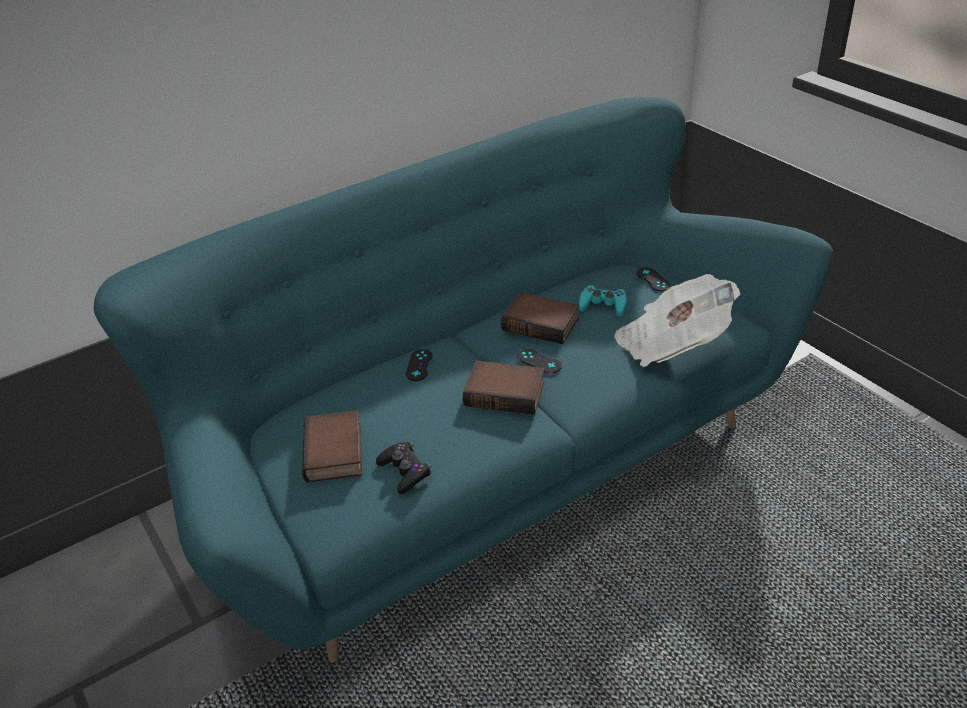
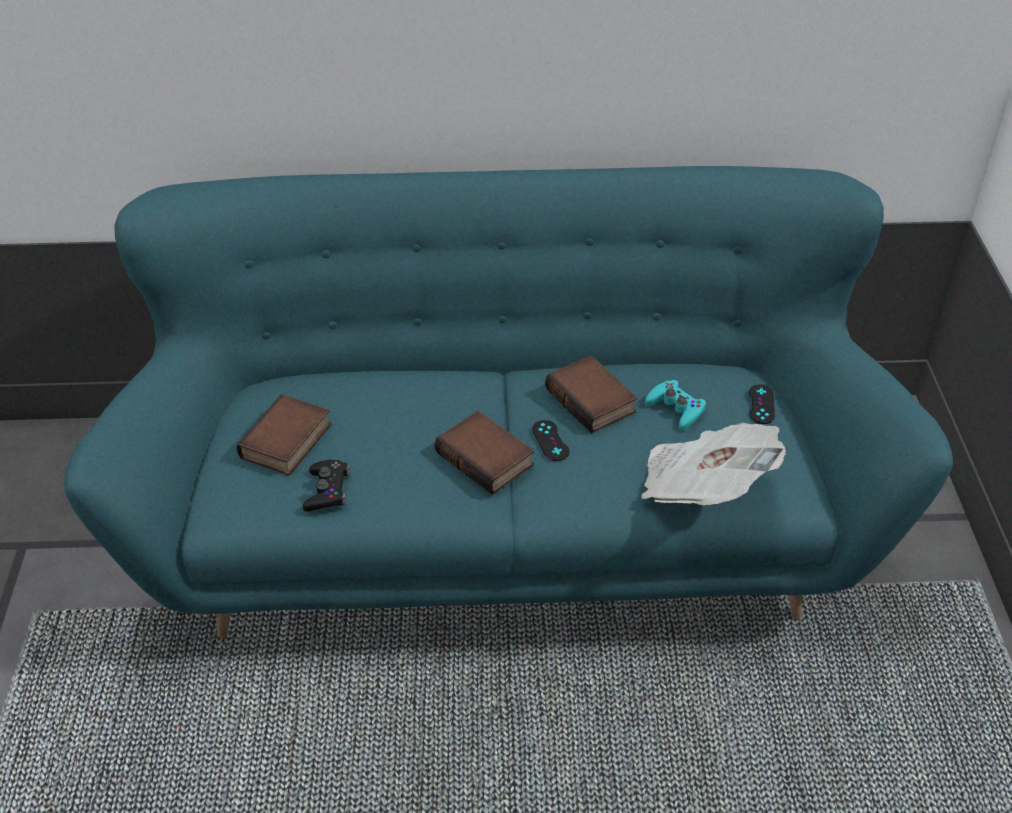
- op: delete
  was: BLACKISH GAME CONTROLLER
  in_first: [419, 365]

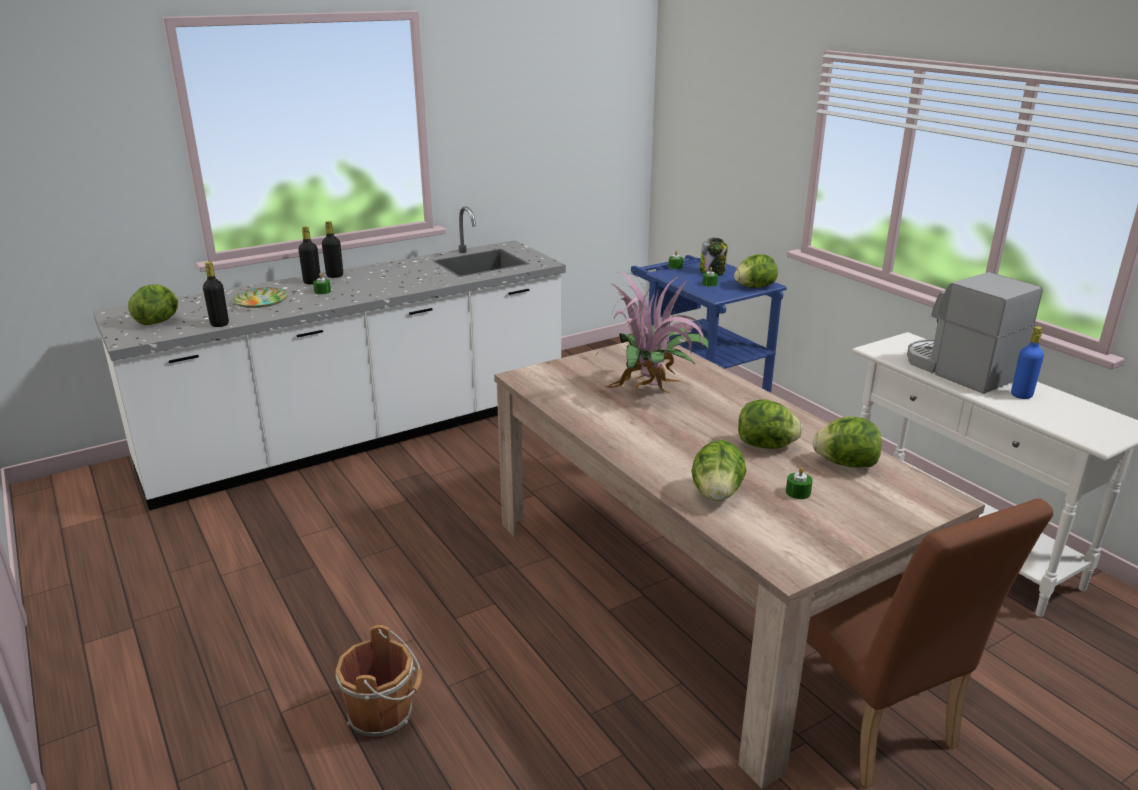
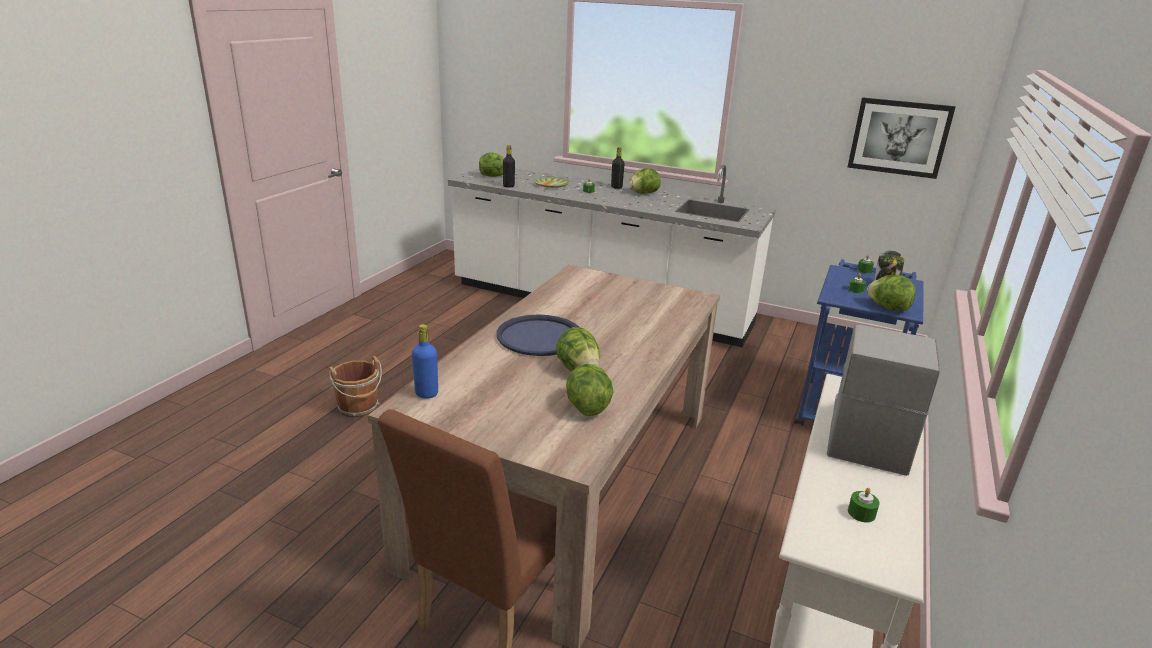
- op: move
  was: BLUISH BOTTLE
  in_first: [1021, 395]
  in_second: [426, 394]
- op: insert
  now: BLUISH TRAY
  in_second: [539, 336]
- op: move
  was: LETTUCE
  in_first: [717, 494]
  in_second: [643, 193]
- op: insert
  now: WALL ART
  in_second: [899, 137]
- op: move
  was: GREEN WAX CANDLE
  in_first: [798, 492]
  in_second: [861, 513]
- op: delete
  was: BLACKISH BOTTLE
  in_first: [312, 282]
- op: delete
  was: HOUSEPLANT
  in_first: [651, 393]

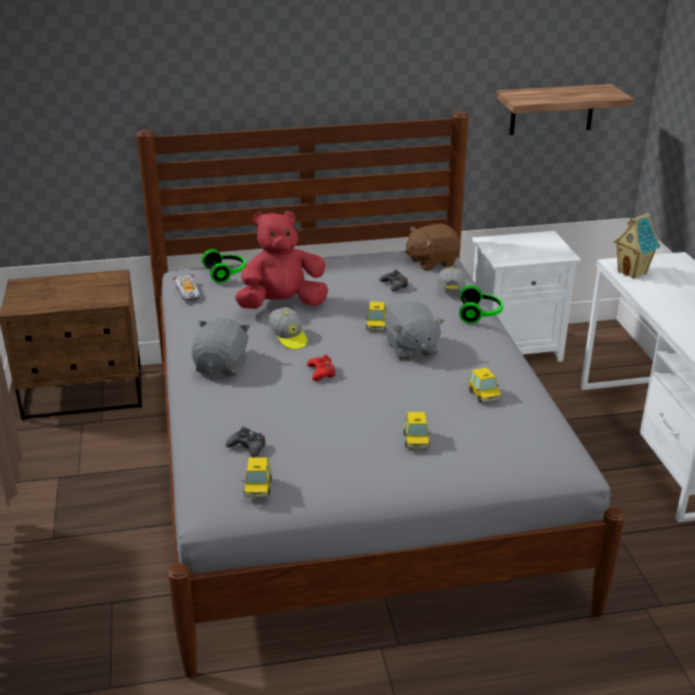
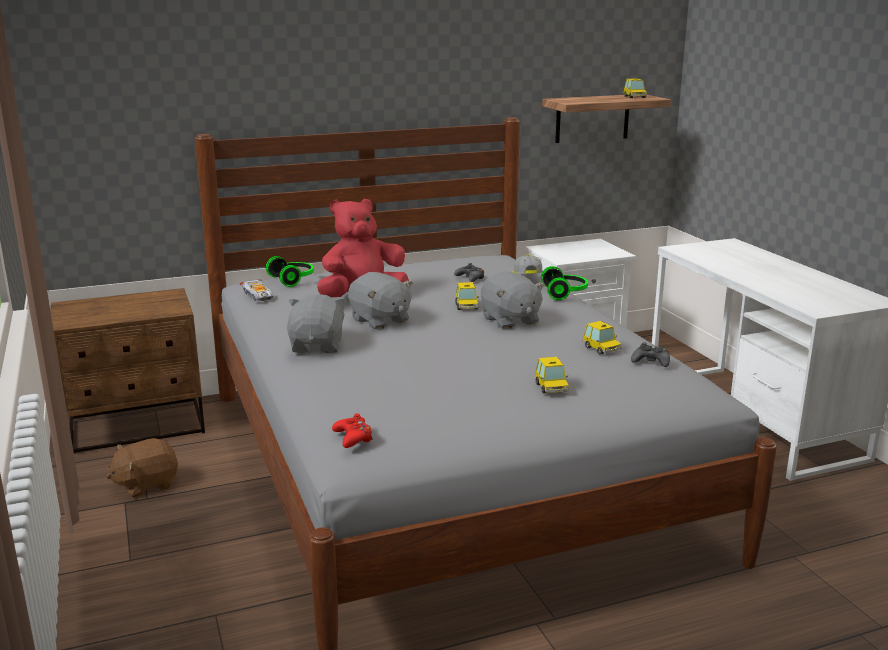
- op: move
  was: BROWN CUDDLY TOY
  in_first: [431, 262]
  in_second: [146, 484]
- op: move
  was: REDDISH GAME CONTROLLER
  in_first: [321, 373]
  in_second: [353, 438]
- op: replace
  was: BASEBALL CAP
  now: GREYISH CUDDLY TOY
  in_first: [288, 337]
  in_second: [380, 320]
- op: move
  was: TOY CAR
  in_first: [258, 488]
  in_second: [634, 97]
- op: move
  was: BLACKISH GAME CONTROLLER
  in_first: [247, 447]
  in_second: [651, 361]
- op: delete
  was: MODEL HOUSE
  in_first: [633, 272]

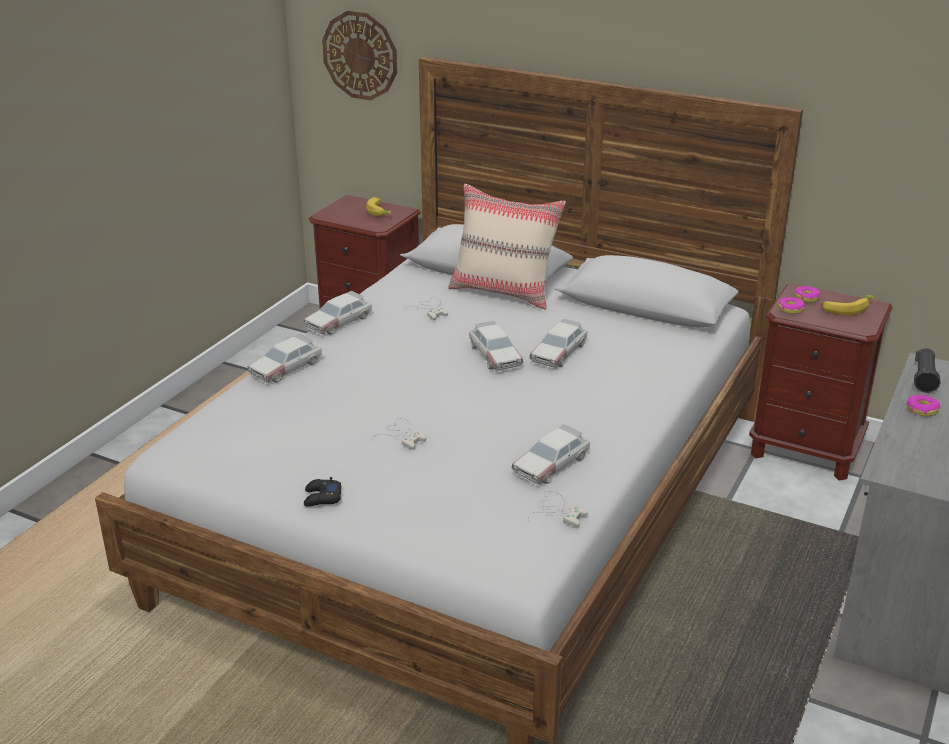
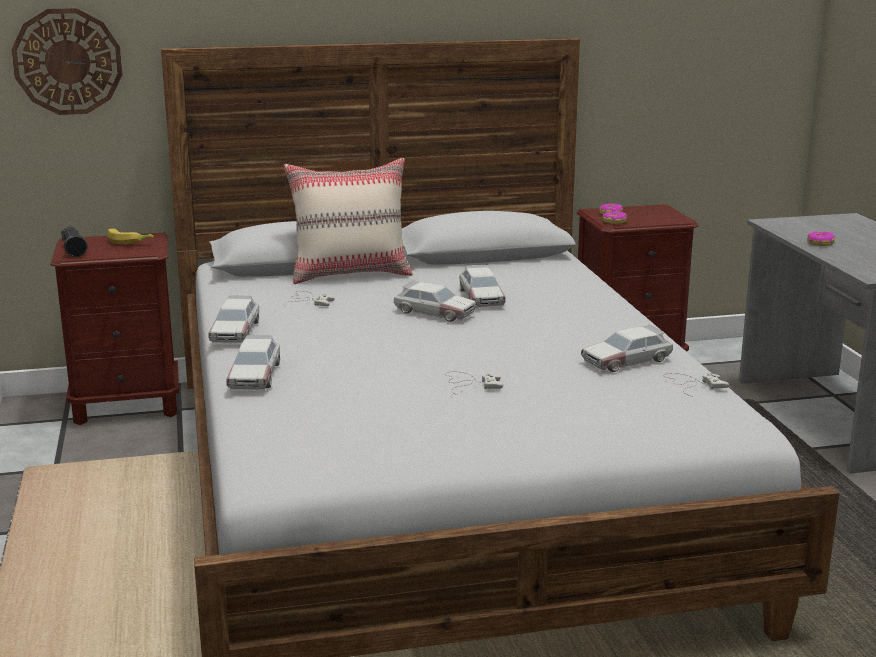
- op: move
  was: BLACKISH HAND TORCH
  in_first: [924, 379]
  in_second: [74, 250]
- op: rotate
  was: TOY CAR
  in_first: [551, 464]
  in_second: [627, 360]
  clockwise: 60
- op: delete
  was: BLACKISH GAME CONTROLLER
  in_first: [322, 498]
- op: delete
  was: WHOLE BANANA
  in_first: [846, 309]

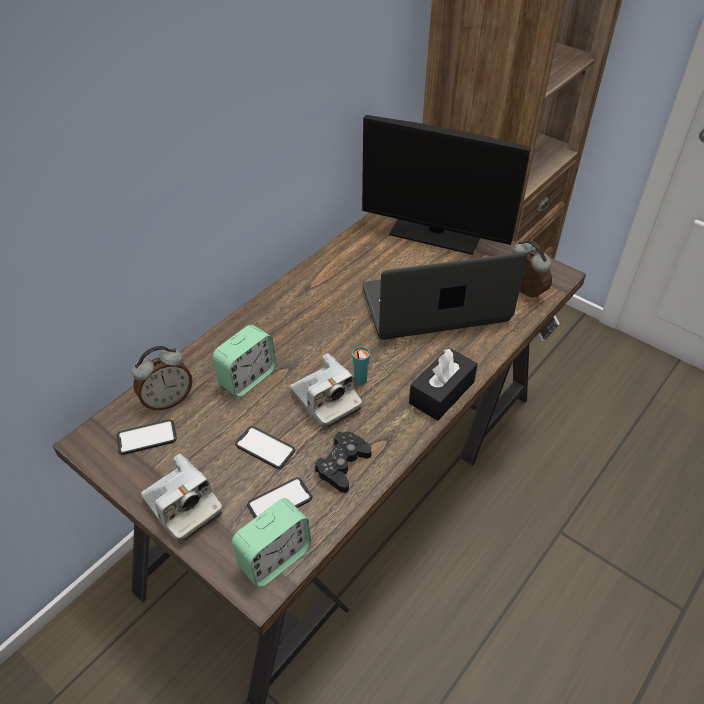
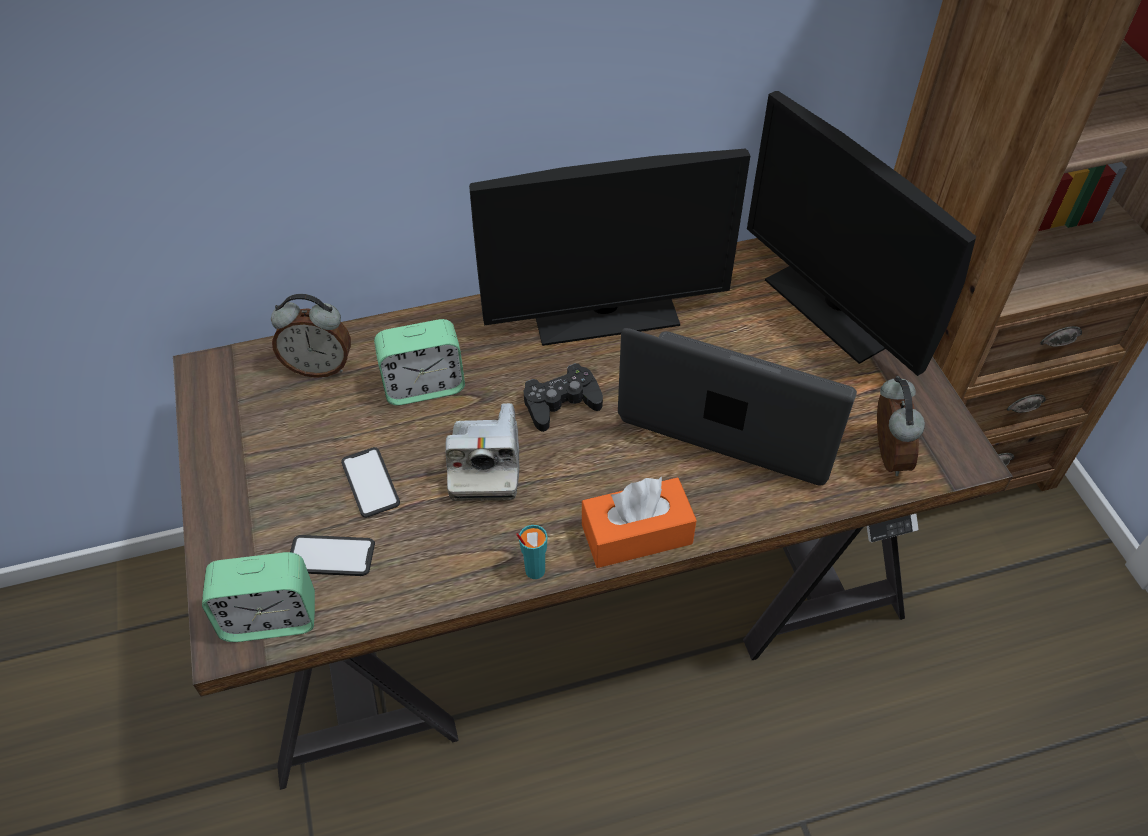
- op: insert
  now: MONITOR
  in_second: [605, 313]
- op: move
  was: TURQUOISE DRINKING CUP
  in_first: [360, 380]
  in_second: [534, 570]
- op: move
  was: BLACKISH GAME CONTROLLER
  in_first: [342, 465]
  in_second: [561, 403]
- op: recolor
  was: BLACKISH TISSUE HOLDER
  now: ORANGEY TISSUE HOLDER
  in_first: [441, 392]
  in_second: [636, 534]
- op: delete
  was: PHONE
  in_first: [147, 437]
- op: delete
  was: PHOTO CAMERA
  in_first: [182, 507]

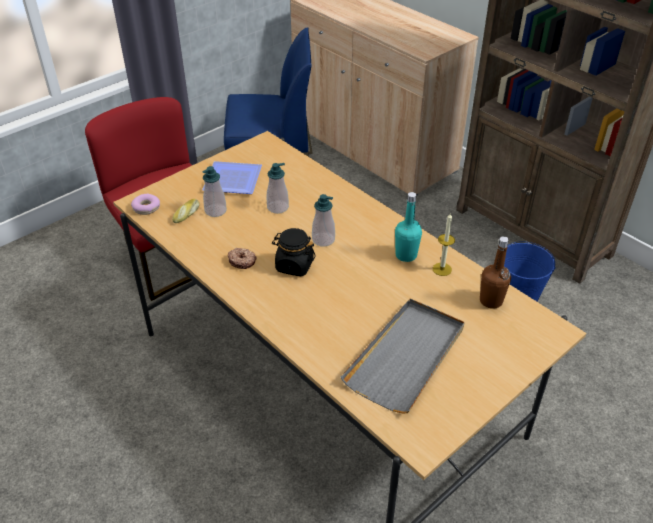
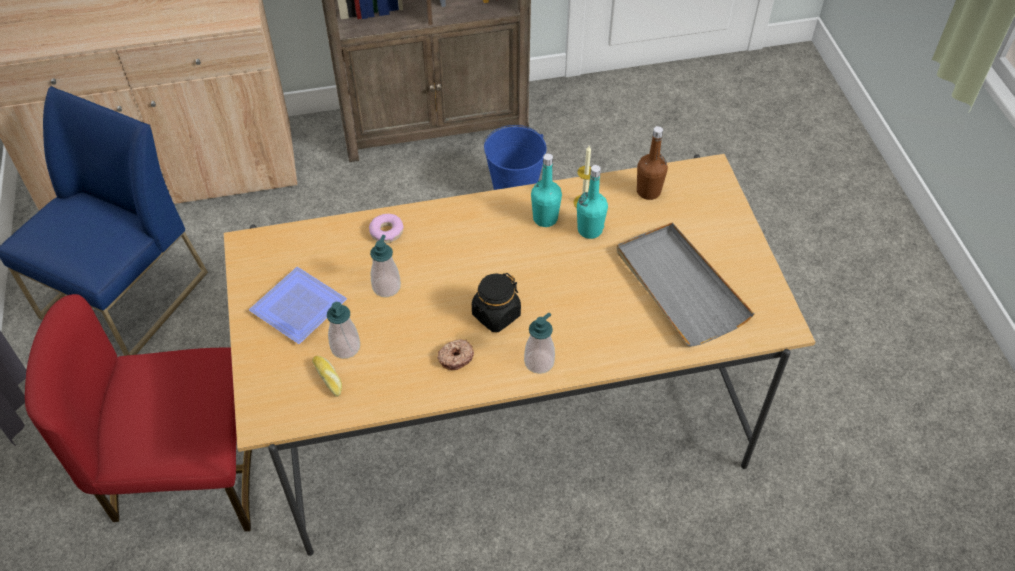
- op: move
  was: DONUT
  in_first: [146, 208]
  in_second: [387, 232]
- op: move
  was: SOAP DISPENSER
  in_first: [323, 240]
  in_second: [539, 362]
- op: insert
  now: TURQUOISE BOTTLE
  in_second: [590, 230]

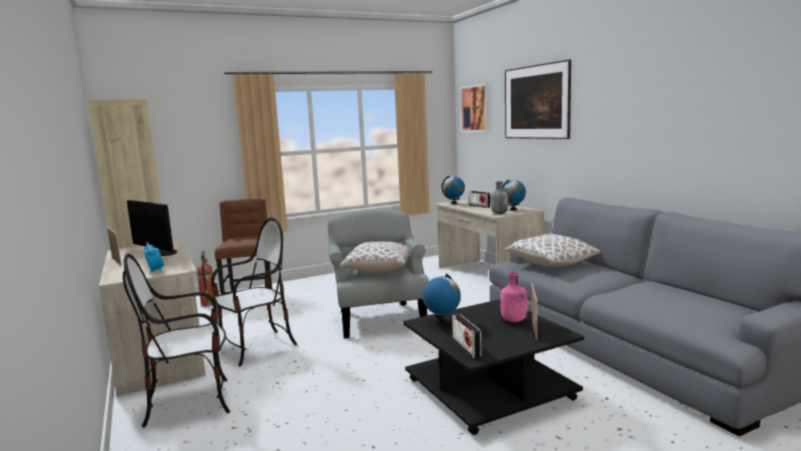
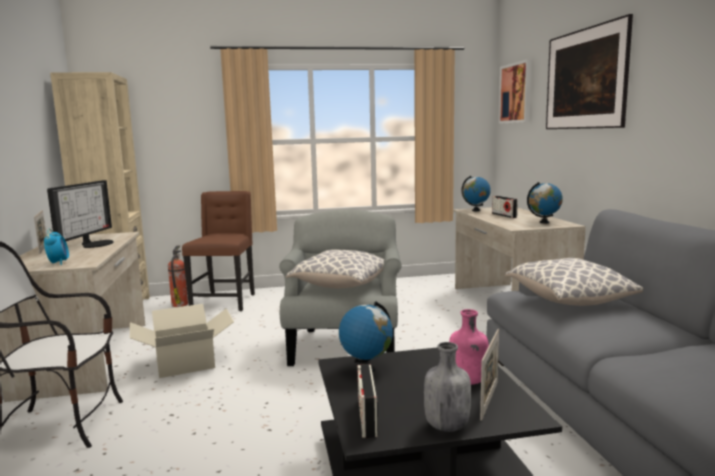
- op: rotate
  was: MONITOR
  in_first: [160, 253]
  in_second: [95, 244]
  clockwise: 45
- op: replace
  was: UPRIGHT CHAIR
  now: CARTON
  in_first: [257, 347]
  in_second: [185, 364]
- op: move
  was: GREYISH BOTTLE
  in_first: [499, 213]
  in_second: [446, 425]

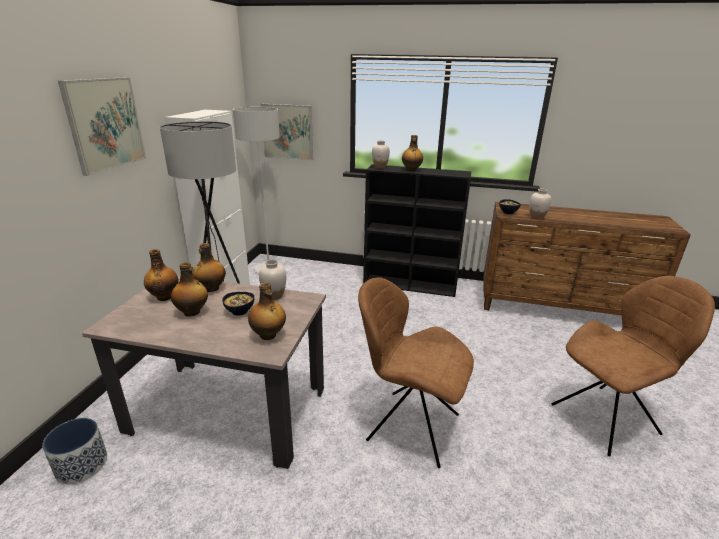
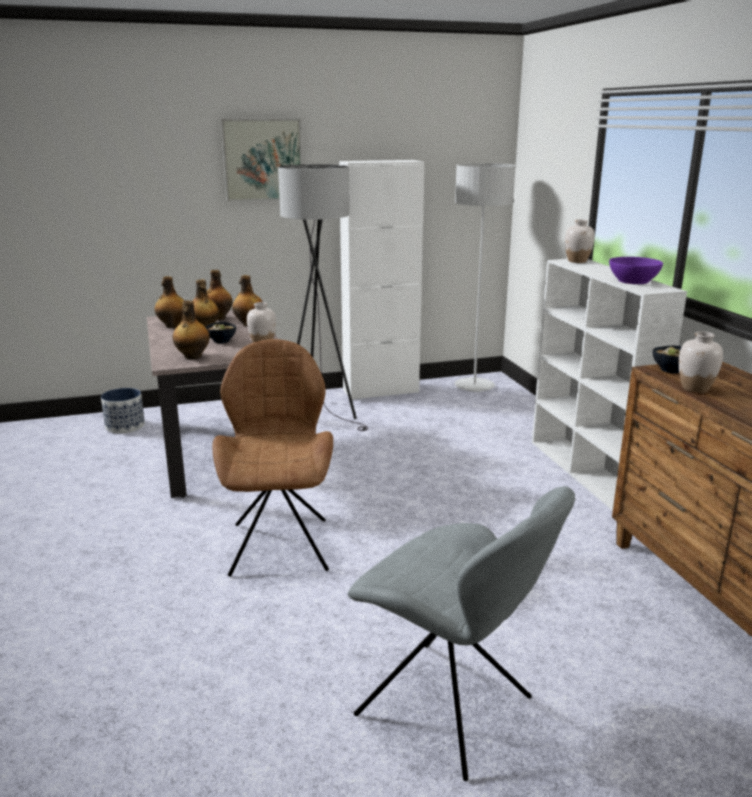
- op: move
  was: BOTTLE
  in_first: [411, 170]
  in_second: [172, 326]
- op: recolor
  was: BROWN UPRIGHT CHAIR
  now: GREYISH UPRIGHT CHAIR
  in_first: [607, 418]
  in_second: [449, 710]
- op: recolor
  was: BLACKISH BOOKSHELF
  now: WHITE BOOKSHELF
  in_first: [410, 285]
  in_second: [588, 472]
- op: insert
  now: PURPLE DEEP DISH
  in_second: [633, 281]
- op: delete
  was: WALL ART
  in_first: [287, 132]

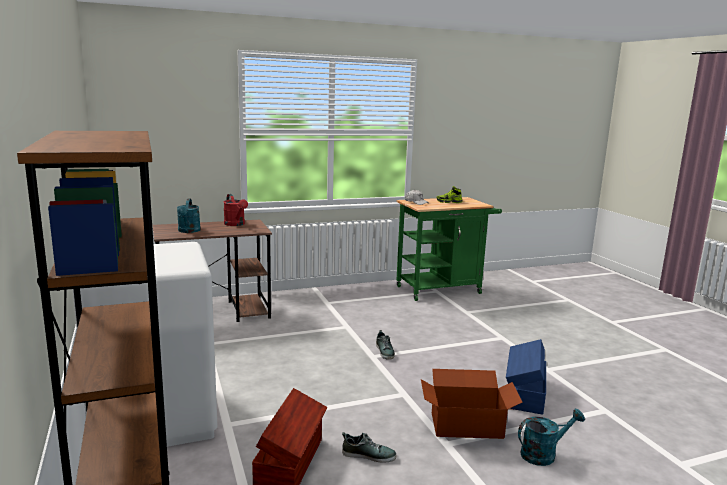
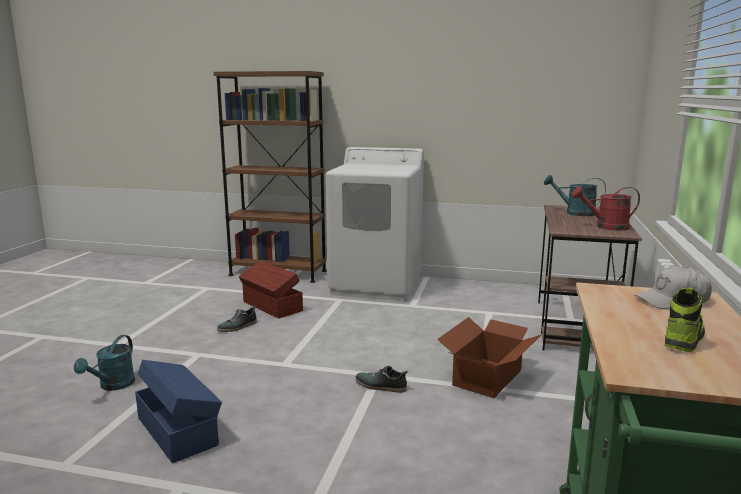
- op: move
  was: CARTON
  in_first: [466, 425]
  in_second: [488, 377]

